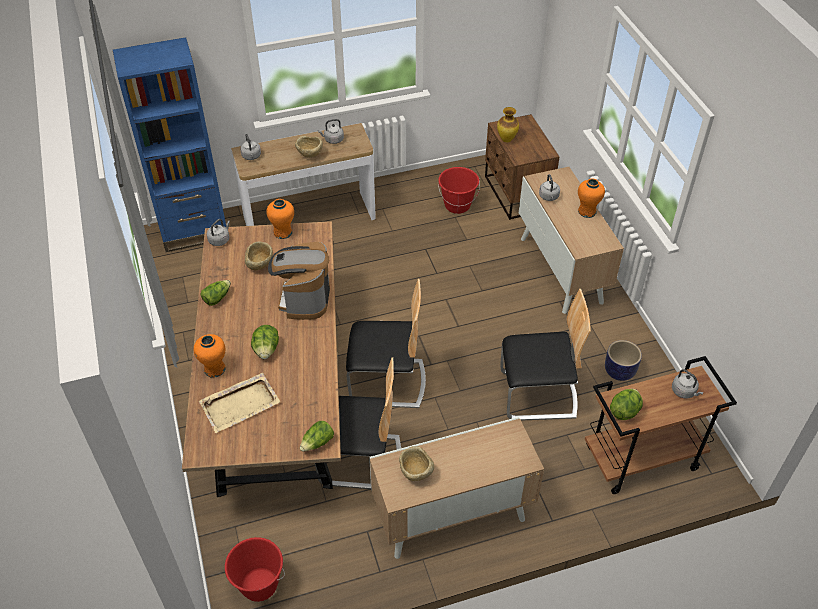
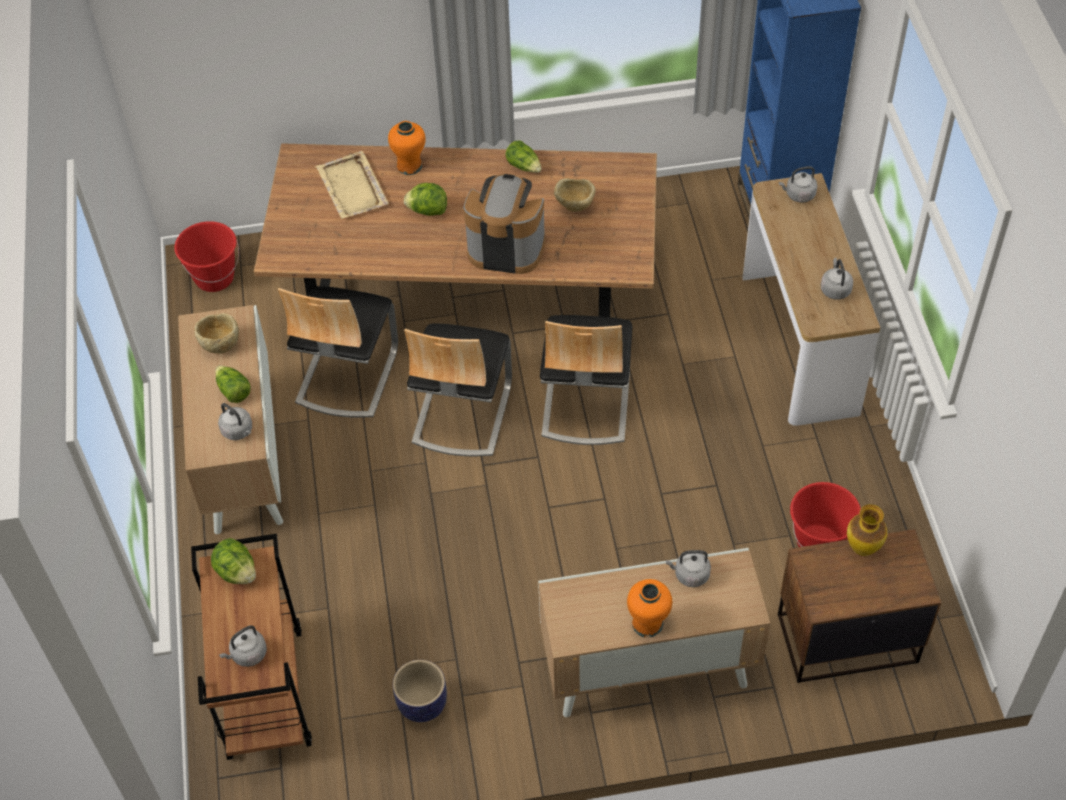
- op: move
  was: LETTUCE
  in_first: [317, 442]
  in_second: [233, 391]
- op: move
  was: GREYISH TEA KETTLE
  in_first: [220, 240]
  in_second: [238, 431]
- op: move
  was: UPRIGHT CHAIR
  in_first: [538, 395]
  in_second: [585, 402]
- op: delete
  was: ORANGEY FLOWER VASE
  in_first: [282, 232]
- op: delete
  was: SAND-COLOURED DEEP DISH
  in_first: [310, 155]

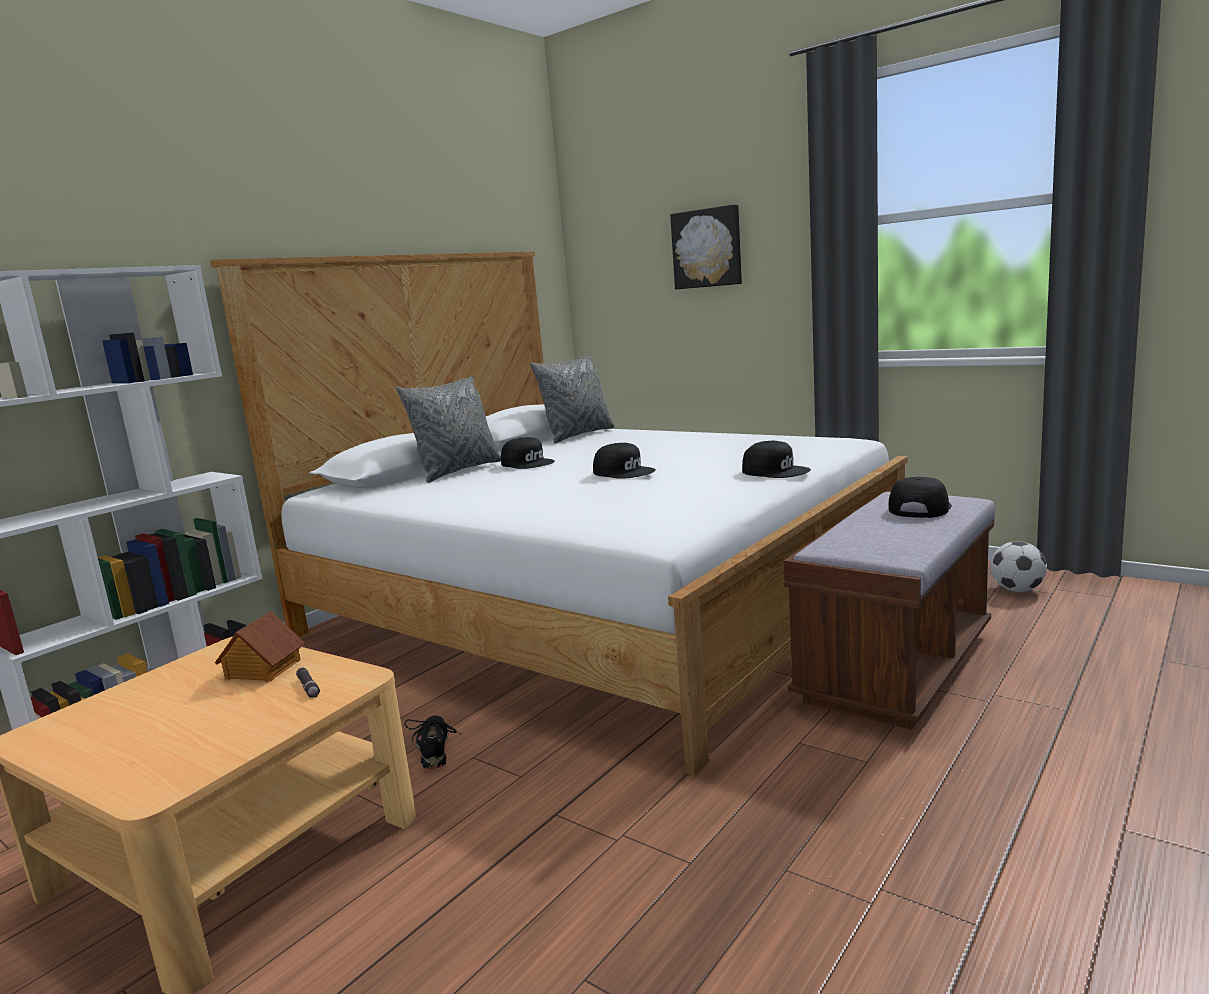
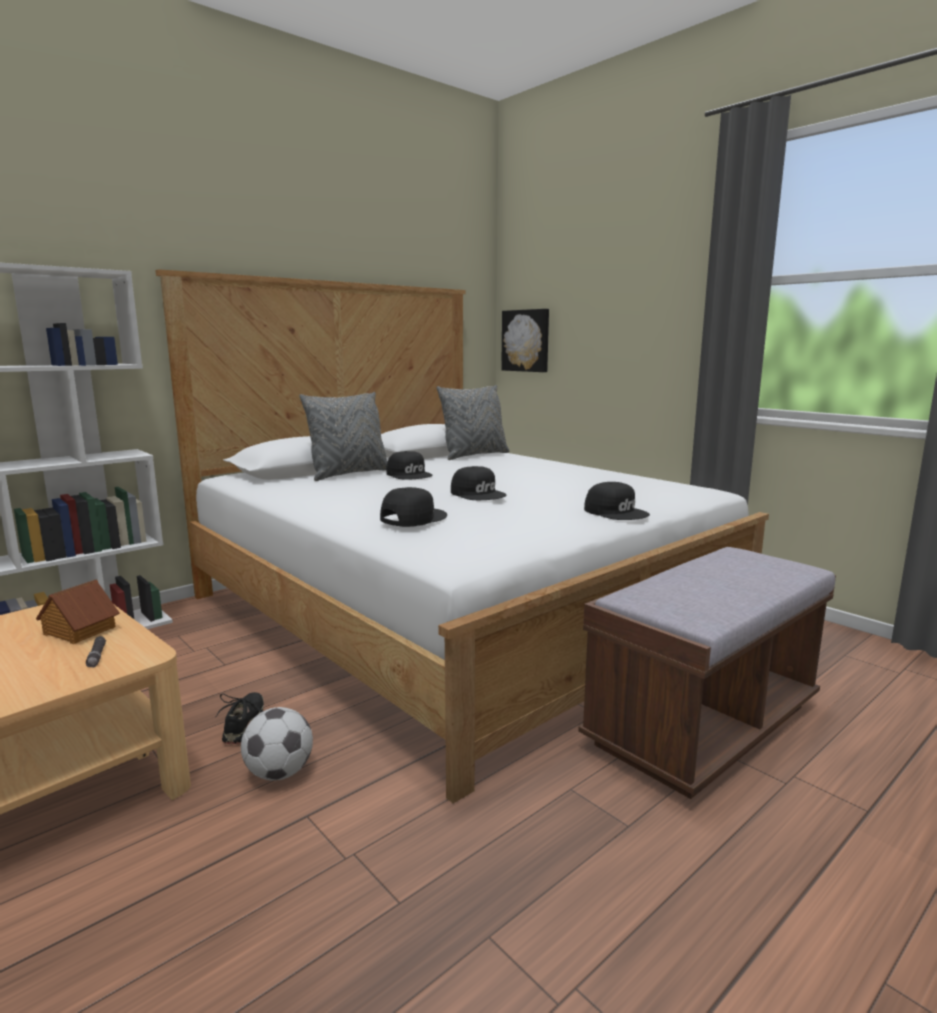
- op: move
  was: BALL FOR FOOTBALL
  in_first: [1017, 590]
  in_second: [279, 773]
- op: move
  was: BLACKISH BASEBALL CAP
  in_first: [918, 508]
  in_second: [413, 518]
- op: move
  was: WALL ART
  in_first: [707, 248]
  in_second: [526, 340]

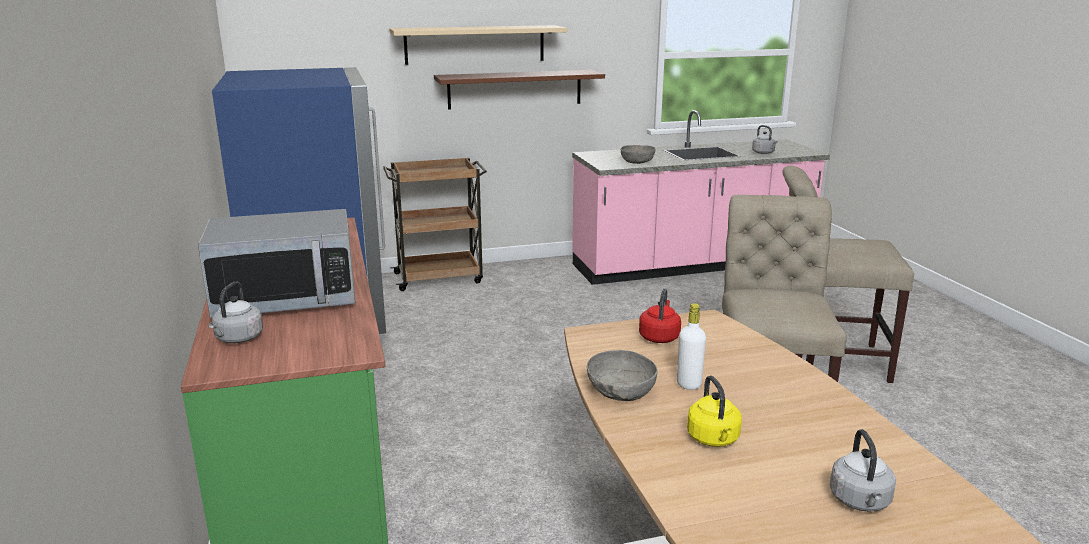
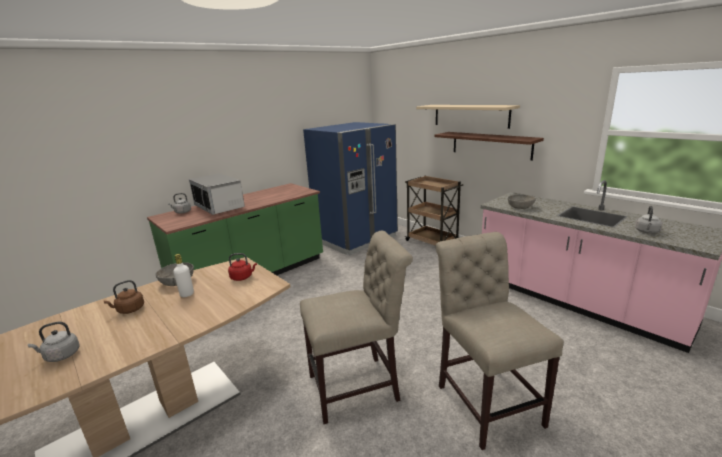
- op: recolor
  was: YELLOWISH TEA KETTLE
  now: BROWN TEA KETTLE
  in_first: [714, 439]
  in_second: [129, 310]

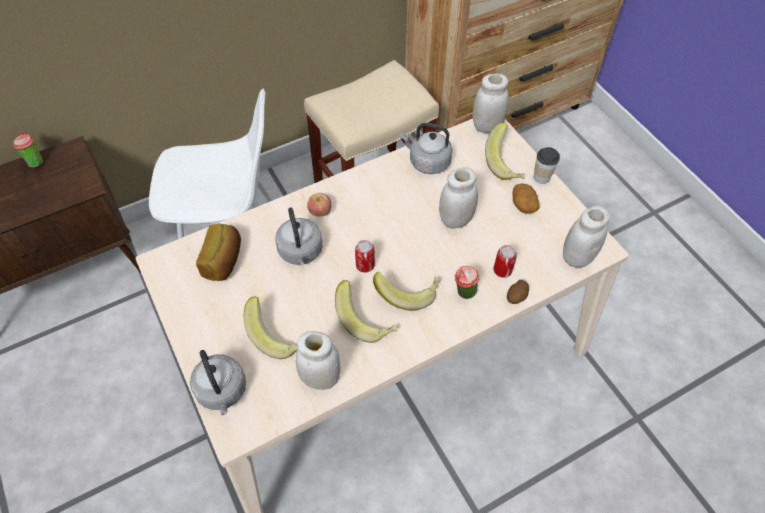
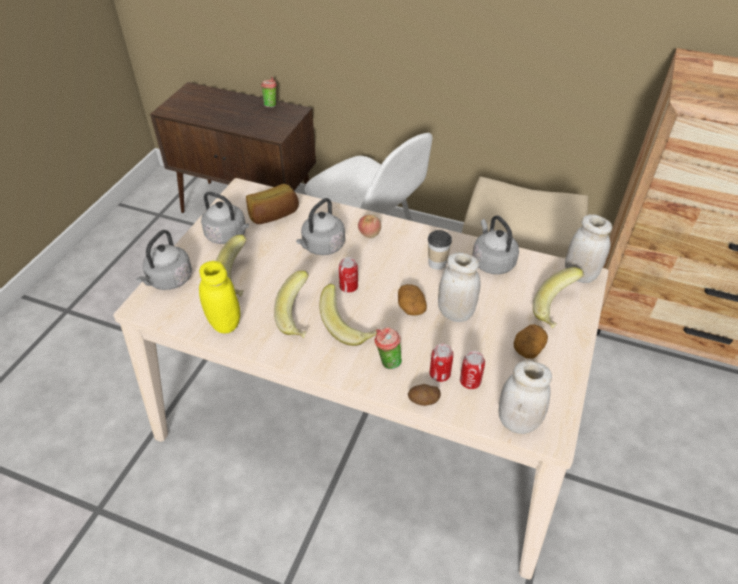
- op: recolor
  was: WHITE JAR
  now: YELLOWISH JAR
  in_first: [320, 378]
  in_second: [225, 323]
- op: insert
  now: GREYISH TEA KETTLE
  in_second: [228, 235]
- op: insert
  now: POTATO
  in_second: [410, 307]
- op: move
  was: DRINKING CUP
  in_first: [541, 177]
  in_second: [437, 263]
- op: insert
  now: METAL CAN
  in_second: [470, 381]

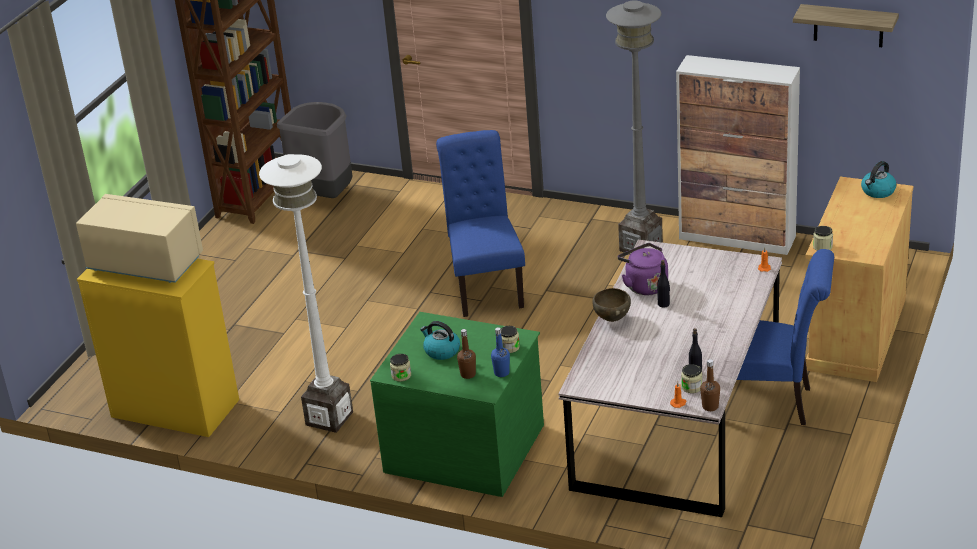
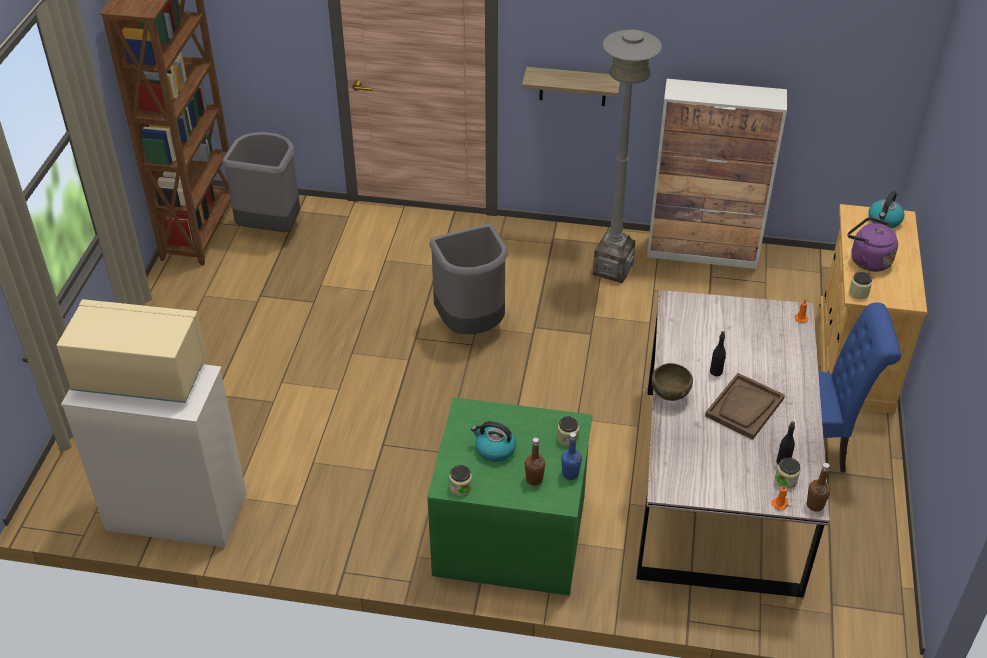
- op: recolor
  was: YELLOWISH CHEST OF DRAWERS
  now: WHITE CHEST OF DRAWERS
  in_first: [174, 408]
  in_second: [175, 511]
- op: replace
  was: BLUISH UPRIGHT CHAIR
  now: GREYISH WASTE BIN
  in_first: [486, 286]
  in_second: [471, 326]
- op: move
  was: WALL SHELF
  in_first: [848, 26]
  in_second: [572, 86]
- op: insert
  now: BROWN TRAY
  in_second: [744, 408]
- op: move
  was: PURPLE TEA KETTLE
  in_first: [644, 285]
  in_second: [867, 260]
- op: delete
  was: WHITE STANDING LAMP
  in_first: [329, 418]

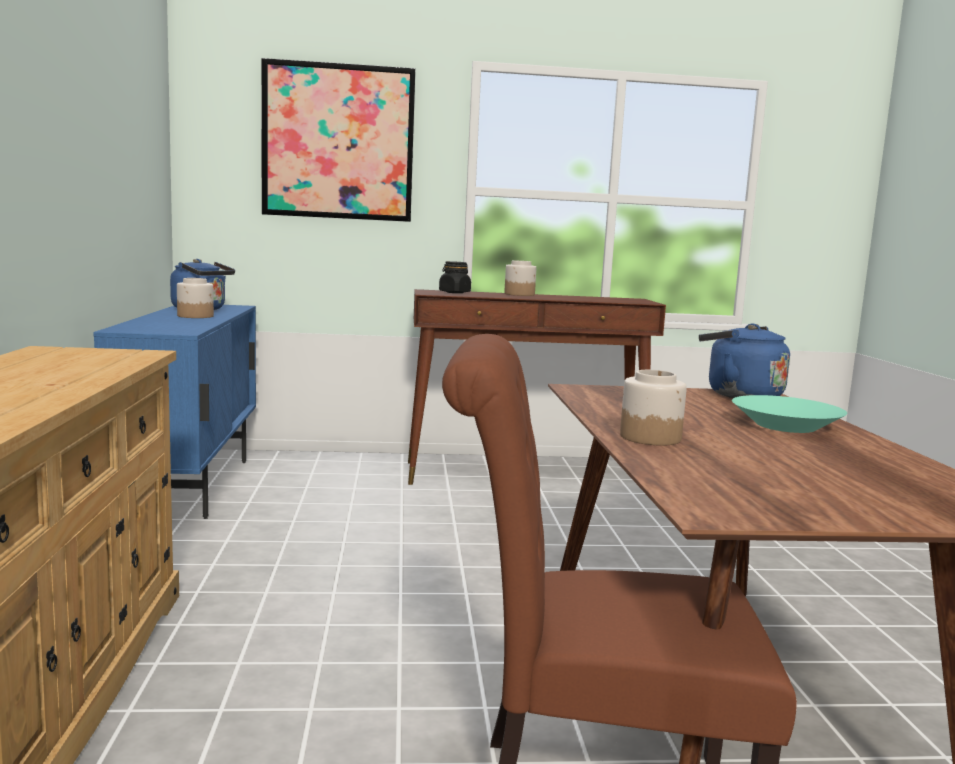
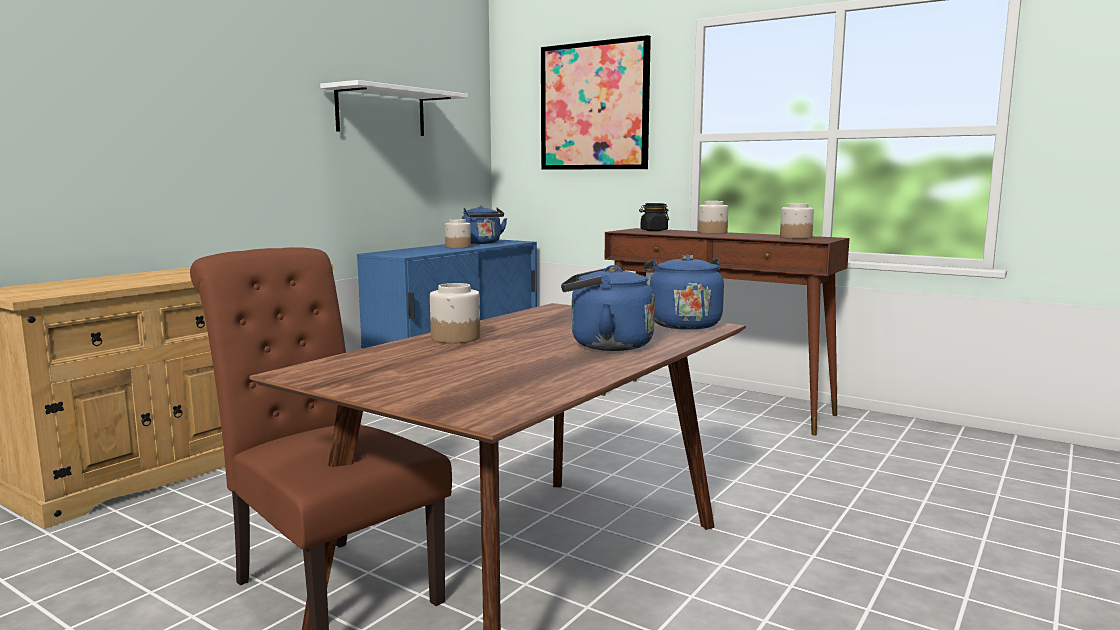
- op: insert
  now: WHITE WALL SHELF
  in_second: [381, 112]
- op: replace
  was: TURQUOISE DEEP DISH
  now: BLUISH TEA KETTLE
  in_first: [785, 425]
  in_second: [605, 345]
- op: insert
  now: JAR
  in_second: [795, 237]

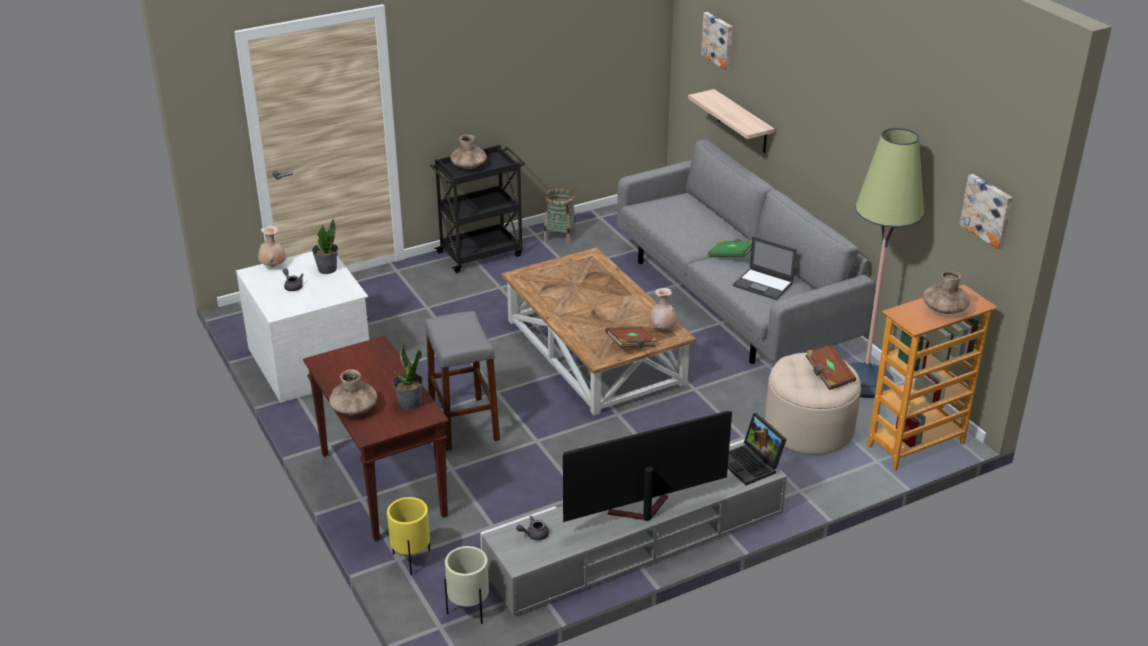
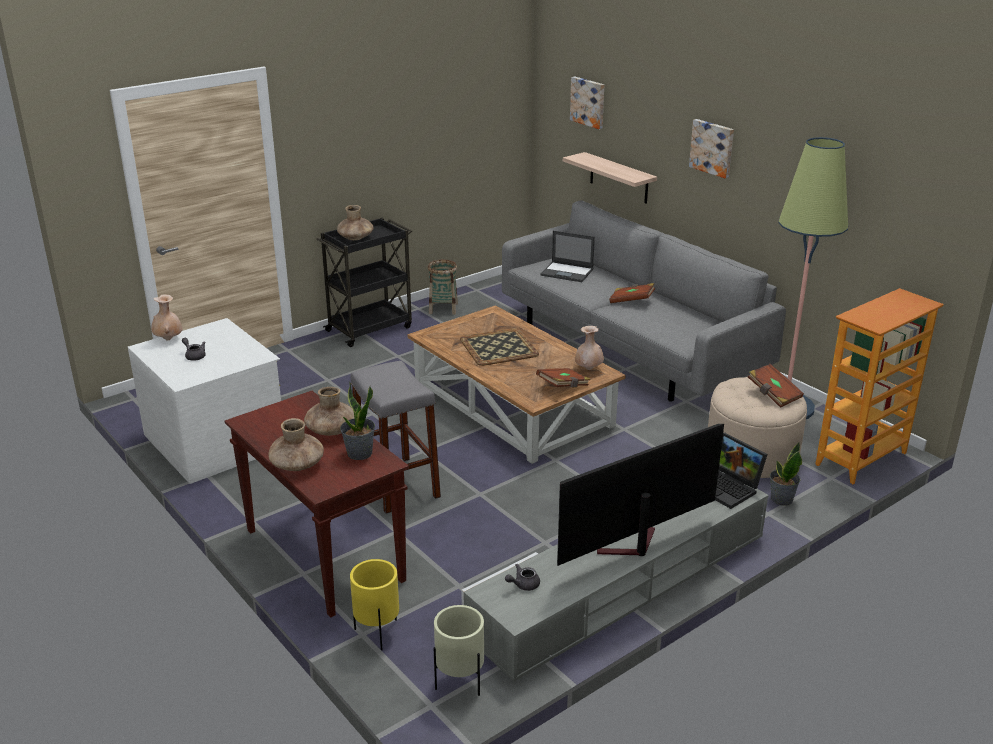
- op: move
  was: BROWN FLOWER VASE
  in_first: [944, 309]
  in_second: [331, 430]
- op: insert
  now: TRAY
  in_second: [498, 348]
- op: move
  was: PORTABLE COMPUTER
  in_first: [764, 284]
  in_second: [567, 272]
- op: recolor
  was: GREEN BOUND BOOK
  now: BROWN BOUND BOOK
  in_first: [731, 256]
  in_second: [631, 301]
- op: move
  was: WALL ART
  in_first: [988, 210]
  in_second: [712, 148]
- op: move
  was: HOUSEPLANT
  in_first: [327, 269]
  in_second: [781, 499]

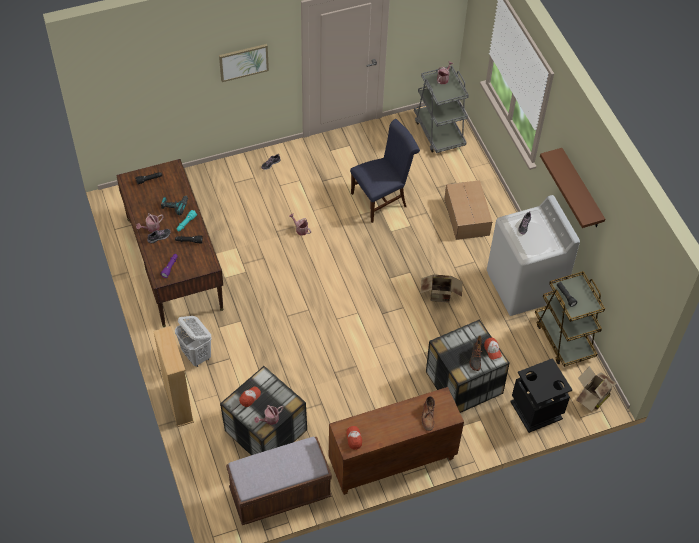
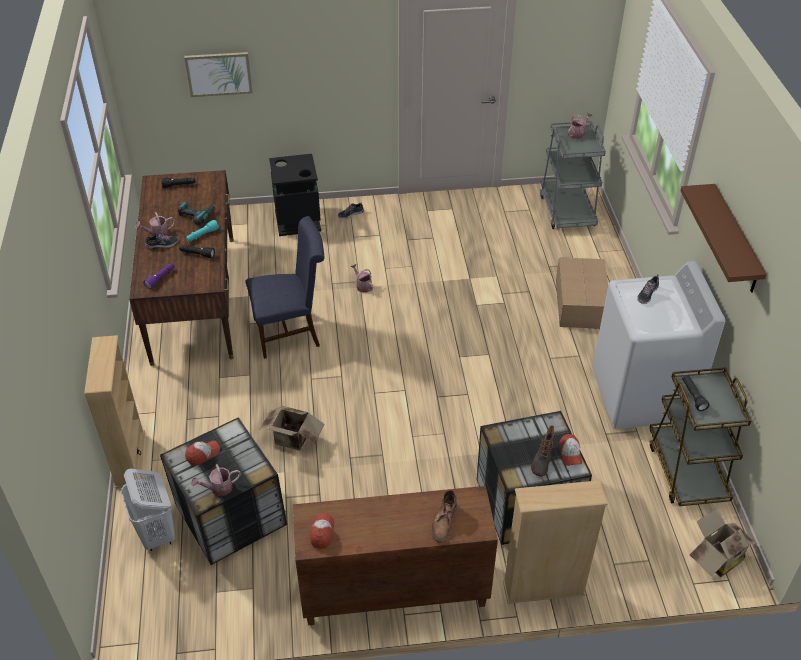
- op: move
  was: WHITE WASHING BASKET
  in_first: [196, 355]
  in_second: [157, 534]
- op: move
  was: WALL ART
  in_first: [243, 62]
  in_second: [219, 74]
- op: move
  was: BLUISH UPRIGHT CHAIR
  in_first: [382, 199]
  in_second: [291, 332]
- op: move
  was: CARTON
  in_first: [440, 296]
  in_second: [292, 440]
- op: move
  was: BLACKISH WASTE BIN
  in_first: [535, 410]
  in_second: [297, 220]
- op: insert
  now: SAND-COLOURED BOOKSHELF
  in_second: [543, 588]
- op: delete
  was: BROWN LONG SEAT
  in_first: [280, 494]

